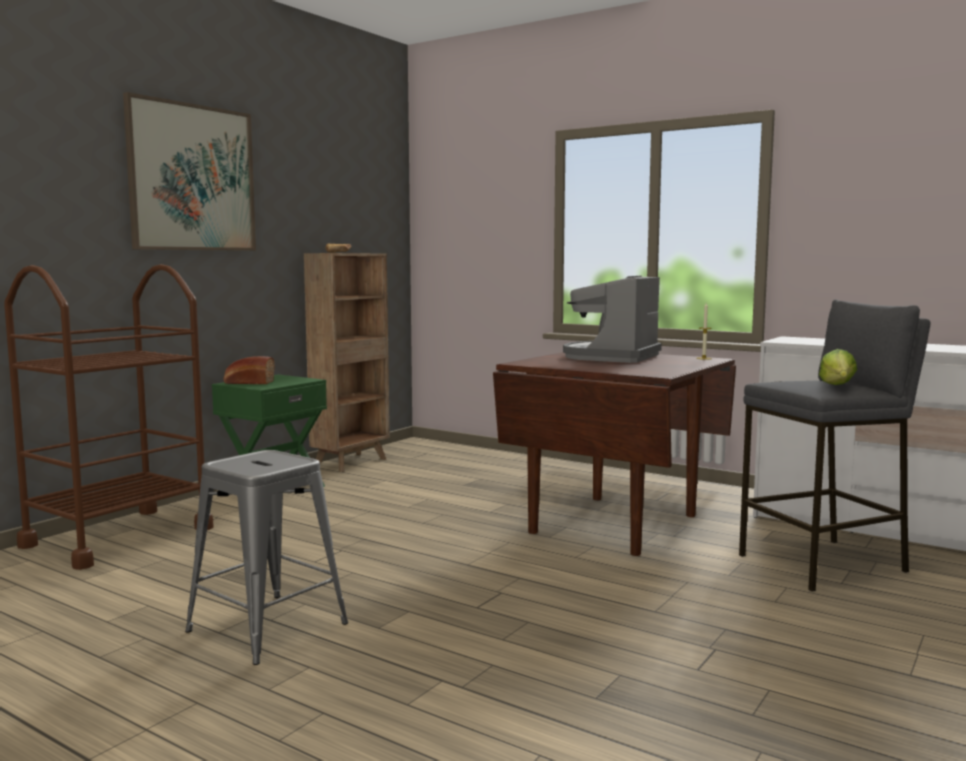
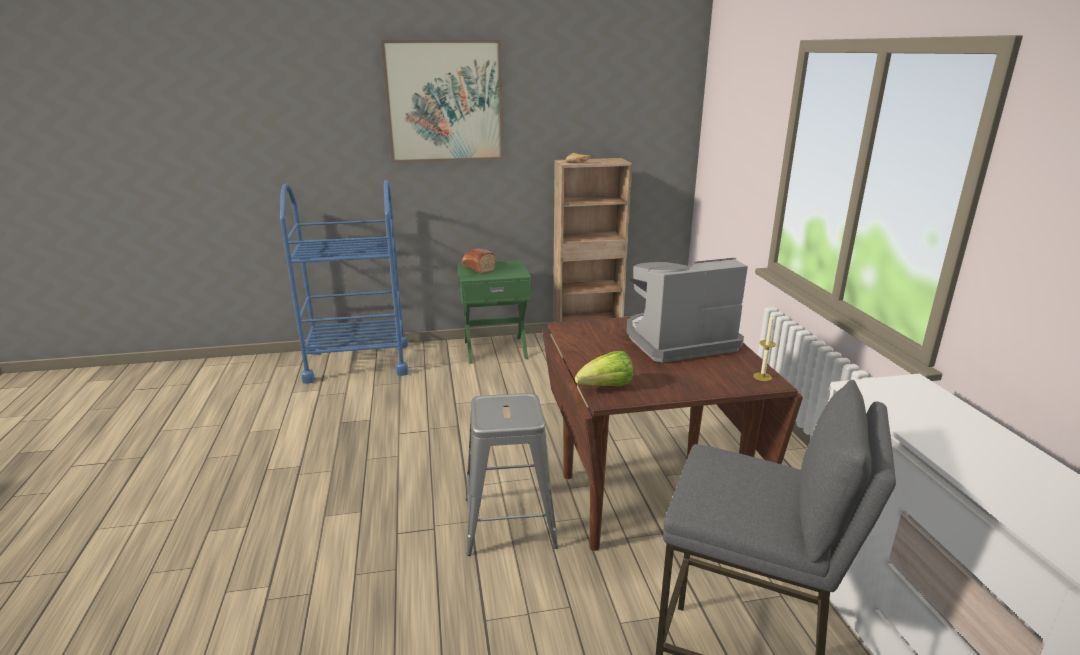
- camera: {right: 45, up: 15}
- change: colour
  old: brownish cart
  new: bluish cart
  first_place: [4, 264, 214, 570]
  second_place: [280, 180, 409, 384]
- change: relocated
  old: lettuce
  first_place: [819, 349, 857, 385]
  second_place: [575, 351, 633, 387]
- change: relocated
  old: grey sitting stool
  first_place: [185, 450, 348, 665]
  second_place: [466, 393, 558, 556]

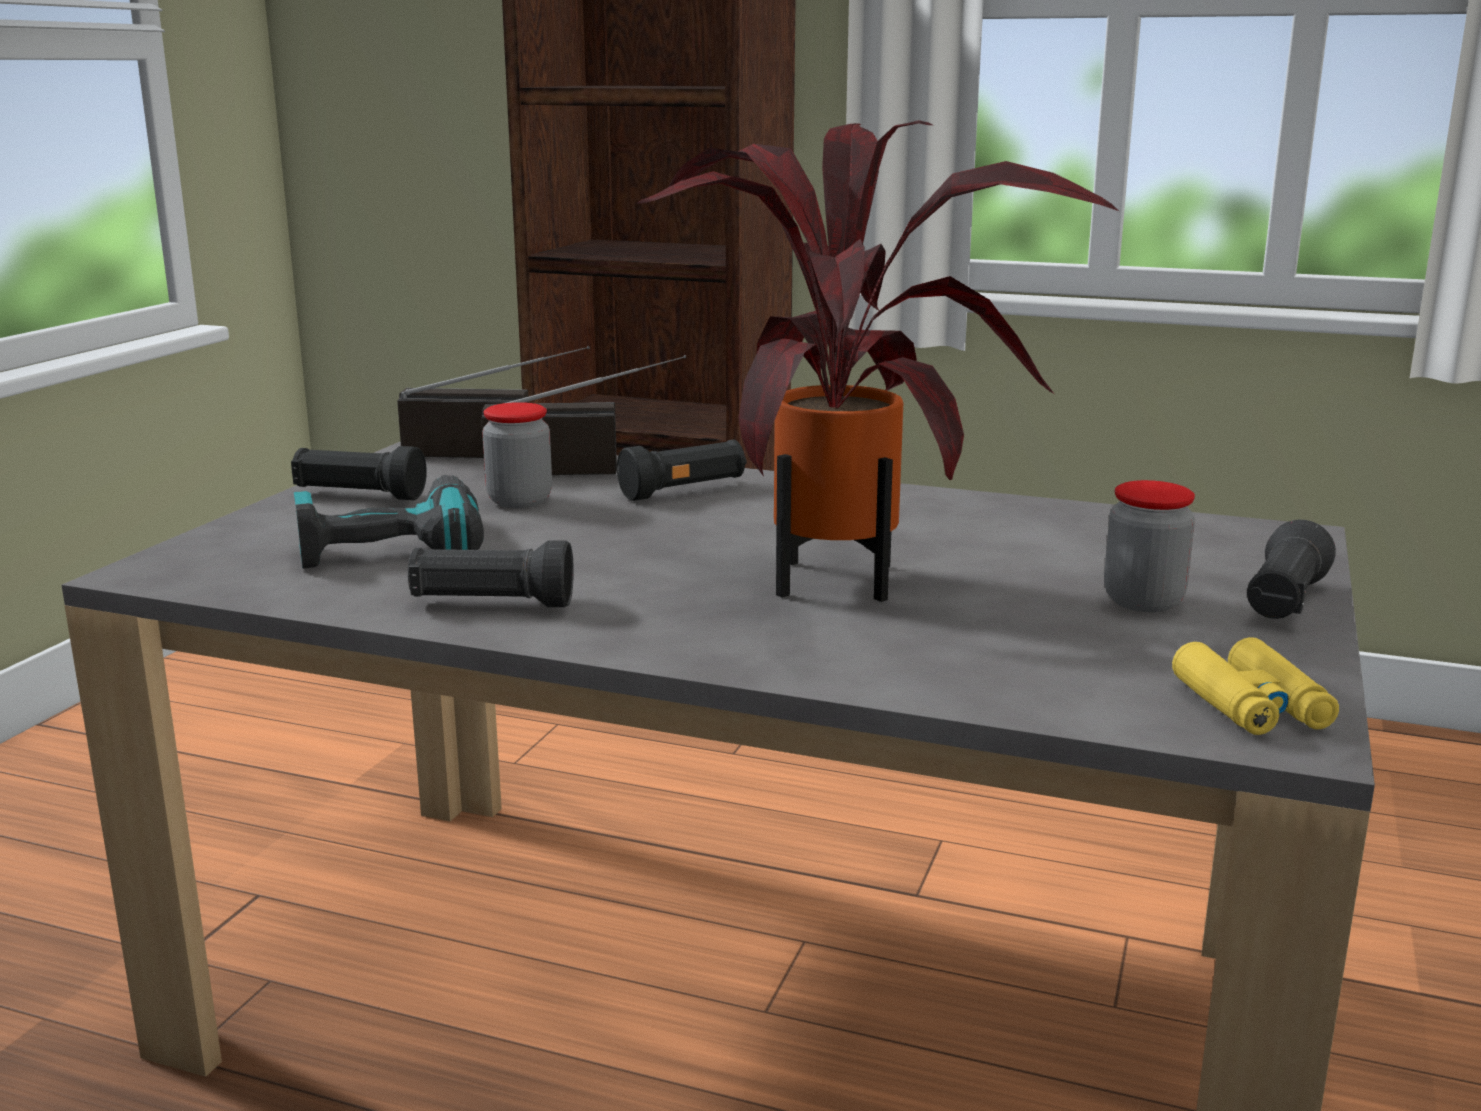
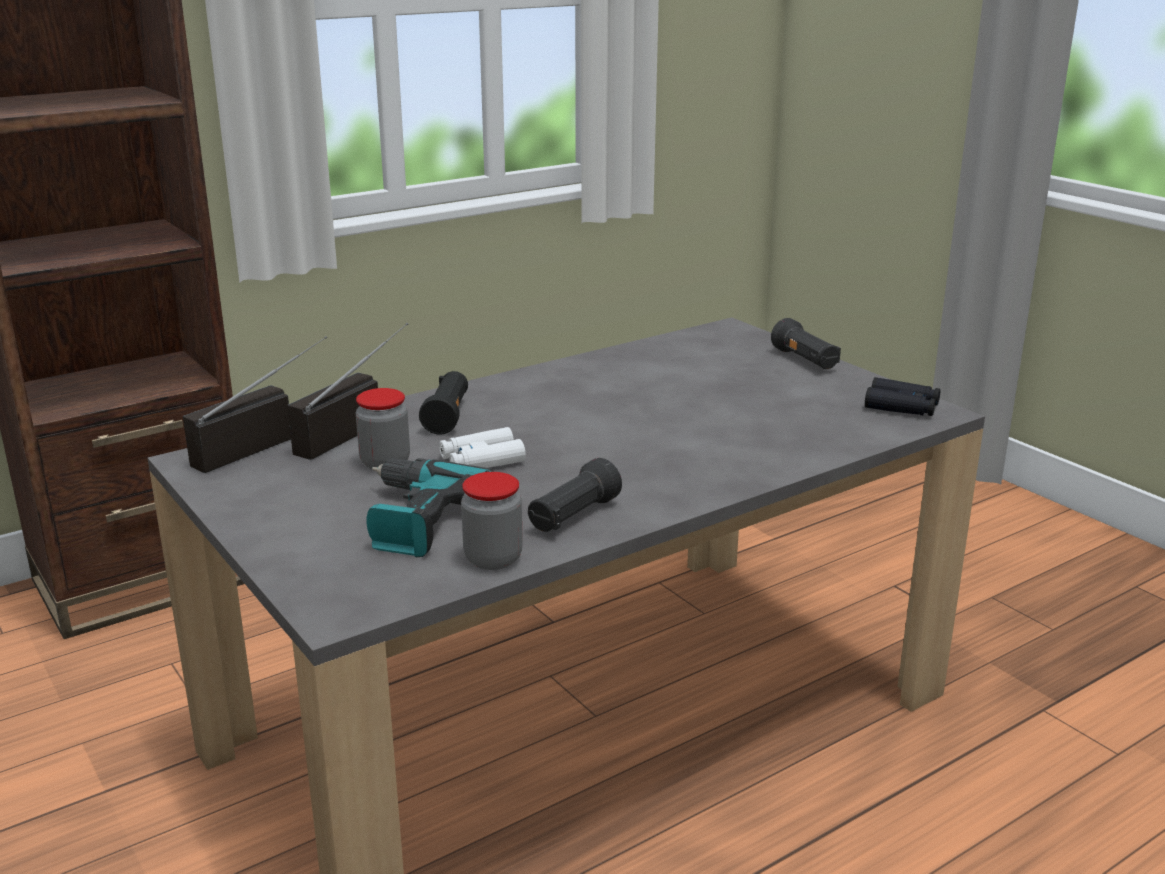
- camera: {right: -55, up: 5}
- change: missing
  old: potted plant
  first_place: [635, 120, 1119, 602]
- change: missing
  old: blackish hand torch
  first_place: [291, 446, 427, 500]
- change: relocated
  old: preserve jar
  first_place: [1104, 480, 1195, 612]
  second_place: [461, 472, 523, 570]
- change: colour
  old: yellow-coloured pair of binoculars
  new: blackish pair of binoculars
  first_place: [1172, 637, 1339, 735]
  second_place: [865, 377, 940, 416]
- change: appeared
  new: whitish pair of binoculars
  second_place: [439, 427, 526, 468]

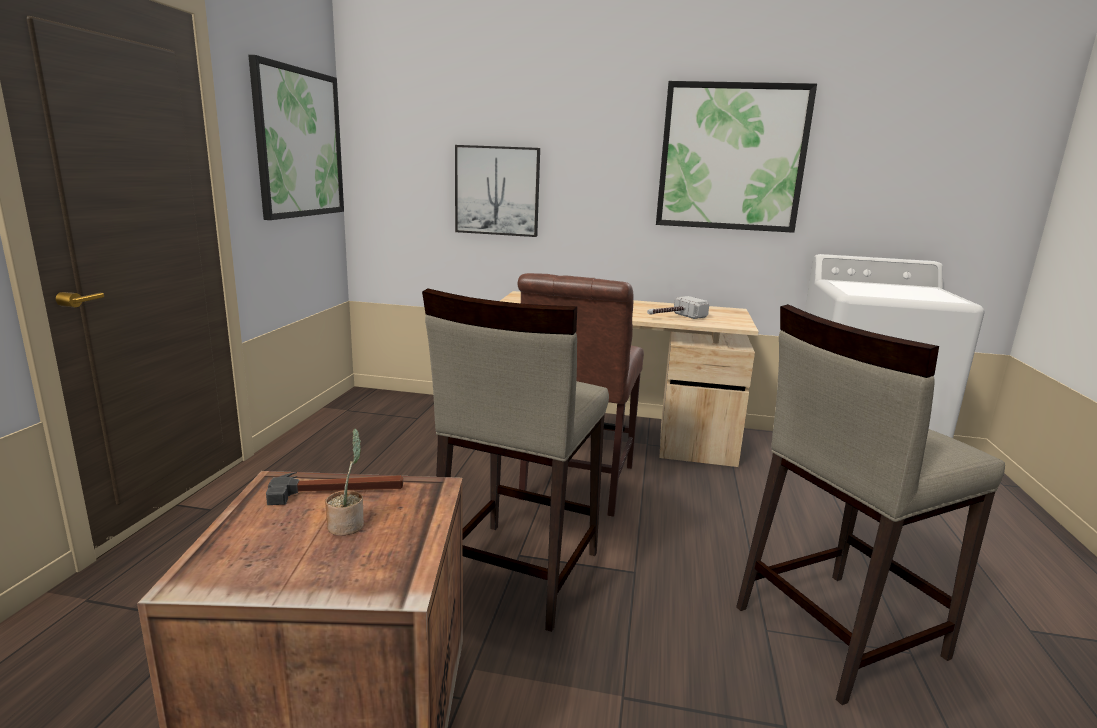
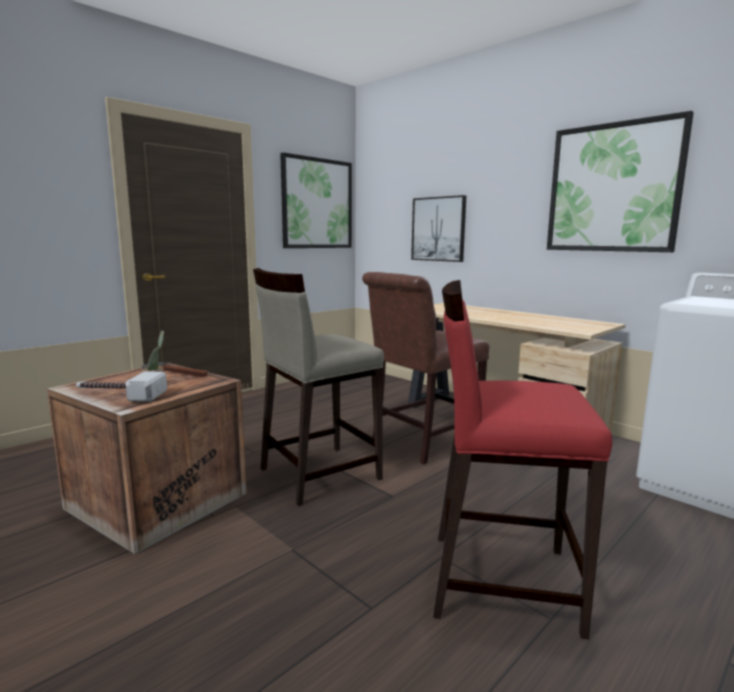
- camera: {right: 35, up: -5}
- change: relocated
  old: hammer
  first_place: [647, 296, 709, 319]
  second_place: [76, 371, 167, 402]
- change: colour
  old: beige-coloured sitting stool
  new: reddish sitting stool
  first_place: [736, 304, 1005, 705]
  second_place: [433, 280, 612, 640]

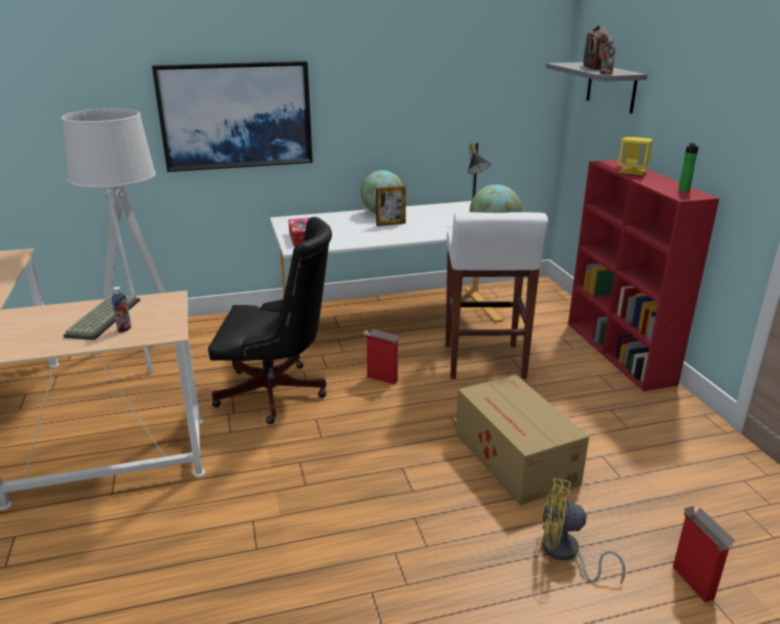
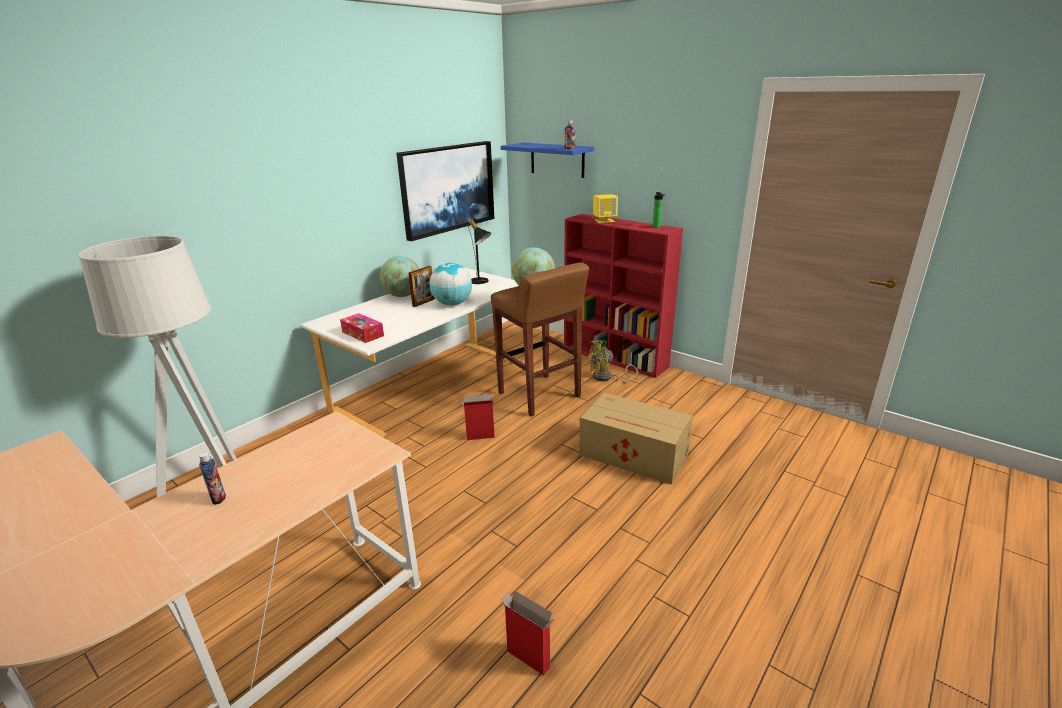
- camera: {right: -35, up: 0}
- change: missing
  old: radio set
  first_place: [583, 25, 611, 70]
- change: relocated
  old: wall picture
  first_place: [152, 61, 313, 172]
  second_place: [396, 141, 494, 241]
- change: colour
  old: grey shelf
  new: bluish shelf
  first_place: [546, 62, 647, 114]
  second_place: [501, 143, 594, 178]
- change: colour
  old: whitish sitting stool
  new: brownish sitting stool
  first_place: [445, 212, 548, 379]
  second_place: [491, 262, 589, 417]
- change: missing
  old: blackish desk chair
  first_place: [208, 217, 332, 424]
- change: relocated
  old: bottle
  first_place: [112, 287, 131, 333]
  second_place: [199, 452, 226, 505]
- change: missing
  old: computer keyboard
  first_place: [63, 294, 140, 340]
- change: relocated
  old: yellow-coloured electric fan
  first_place: [542, 478, 625, 585]
  second_place: [587, 340, 638, 383]
- change: relocated
  old: packing box
  first_place: [673, 506, 735, 602]
  second_place: [502, 590, 555, 676]
- change: appeared
  new: world globe
  second_place: [430, 263, 472, 305]

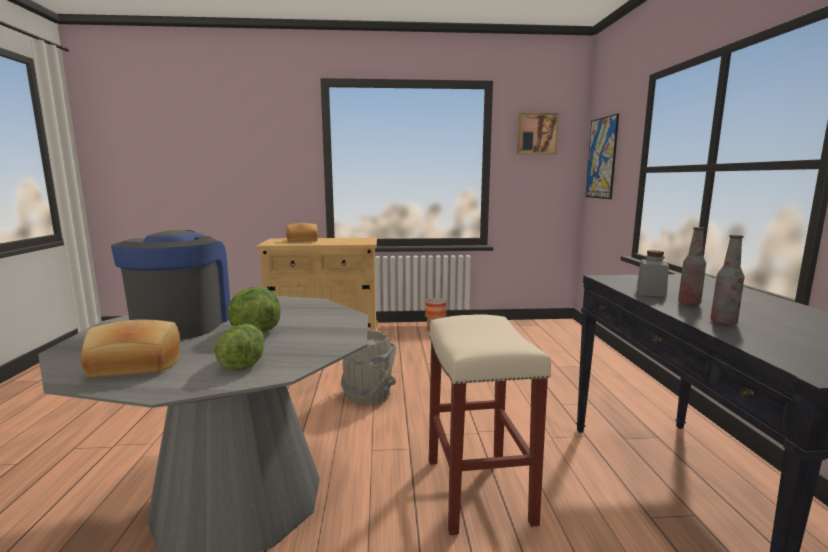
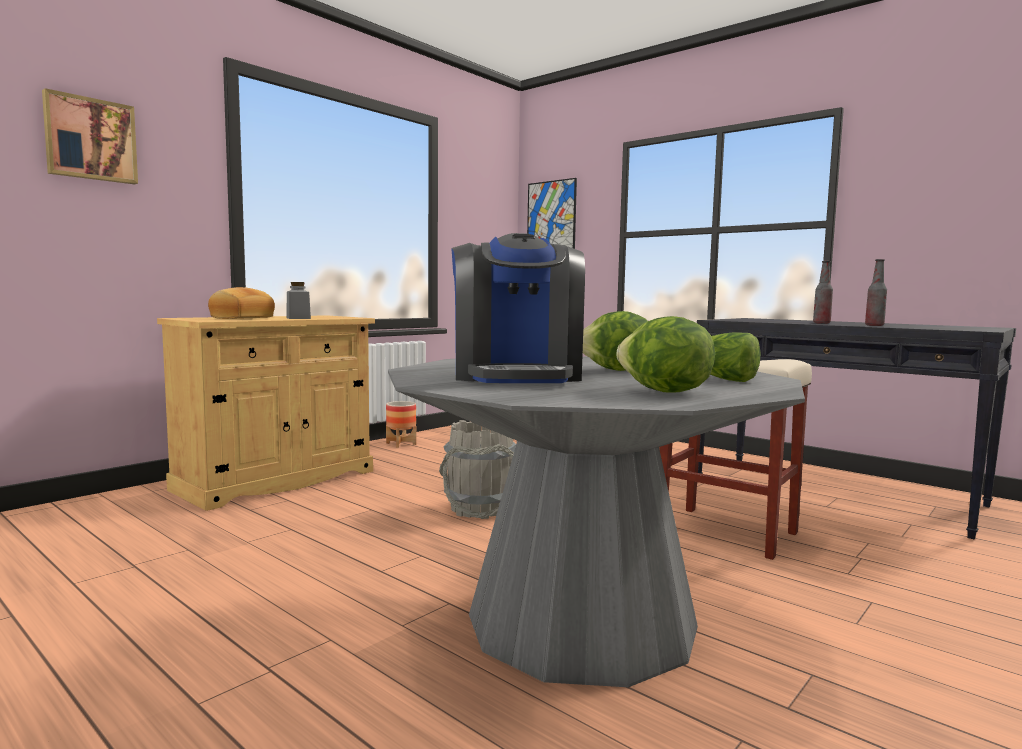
- camera: {right: -45, up: -5}
- change: relocated
  old: wall picture
  first_place: [517, 113, 559, 155]
  second_place: [42, 88, 138, 184]
- change: spun
  old: coffee machine
  first_place: [111, 230, 230, 340]
  second_place: [451, 233, 585, 383]
  degrees: -135
- change: relocated
  old: grey preserve jar
  first_place: [637, 250, 669, 297]
  second_place: [286, 282, 311, 319]
- change: exchanged
  old: baked bread
  new: lettuce
  first_place: [81, 319, 180, 378]
  second_place: [617, 316, 715, 393]

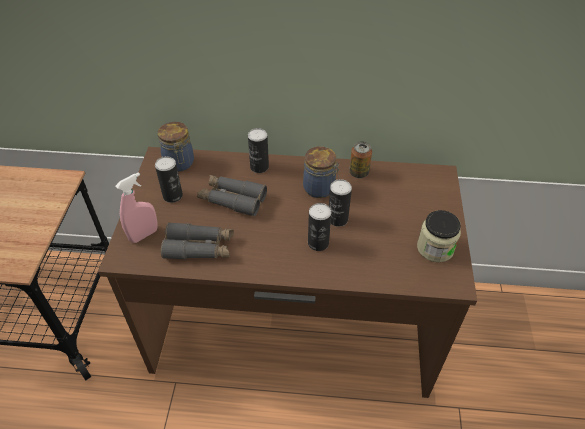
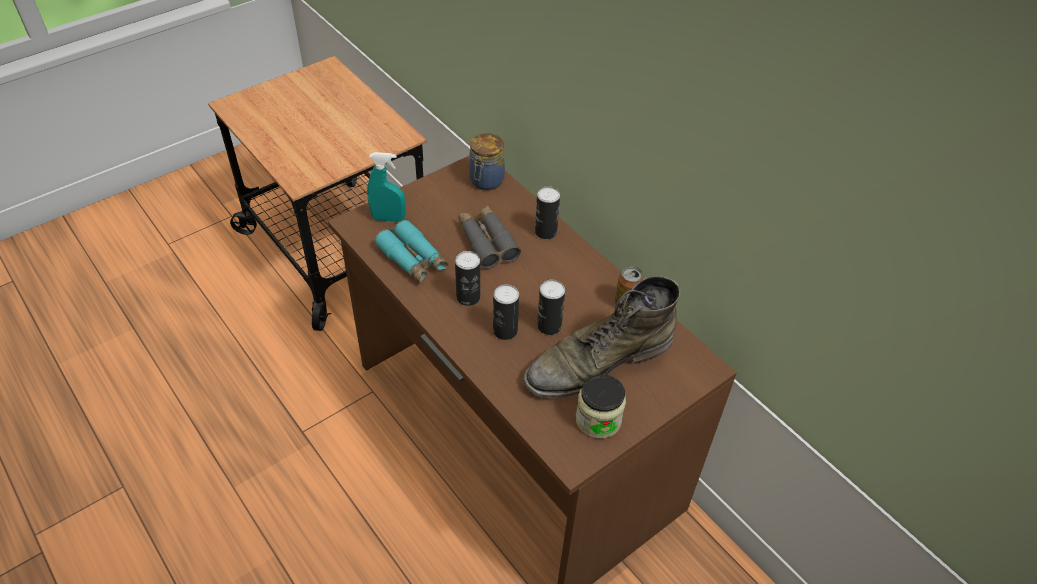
- camera: {right: 45, up: 0}
- change: missing
  old: preserve jar
  first_place: [303, 146, 339, 198]
- change: relocated
  old: sealed can
  first_place: [155, 156, 183, 203]
  second_place: [455, 251, 480, 306]
- change: colour
  old: pinkish sprayer
  new: turquoise-coloured sprayer
  first_place: [115, 172, 158, 243]
  second_place: [367, 152, 406, 222]
- change: colour
  old: grey pair of binoculars
  new: turquoise-coloured pair of binoculars
  first_place: [161, 222, 234, 260]
  second_place: [374, 220, 449, 283]
- change: appeared
  new: greenish tall boot
  second_place: [523, 276, 680, 398]

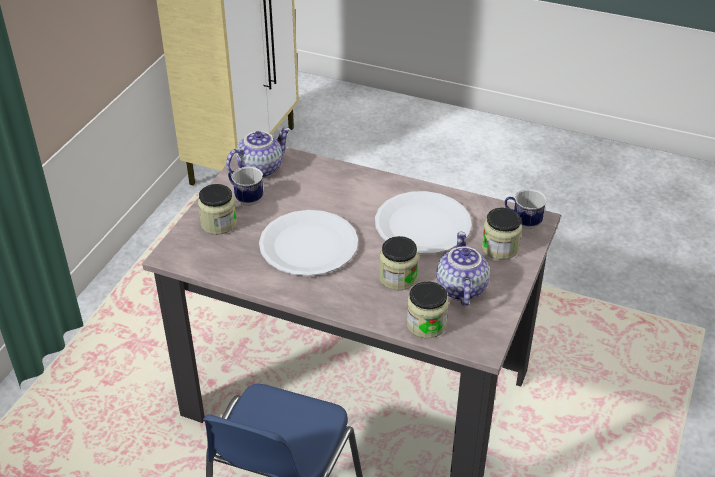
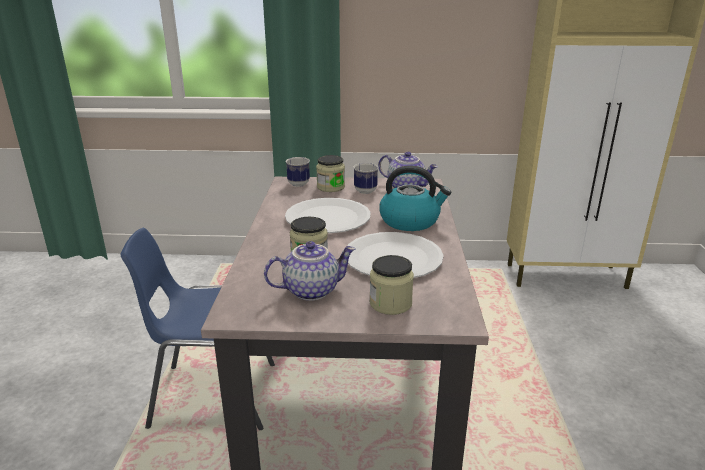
- camera: {right: 70, up: -15}
- change: relocated
  old: mug
  first_place: [505, 189, 547, 229]
  second_place: [286, 157, 310, 187]
- change: missing
  old: preserve jar
  first_place: [406, 282, 449, 338]
- change: appeared
  new: tea kettle
  second_place: [379, 165, 451, 231]

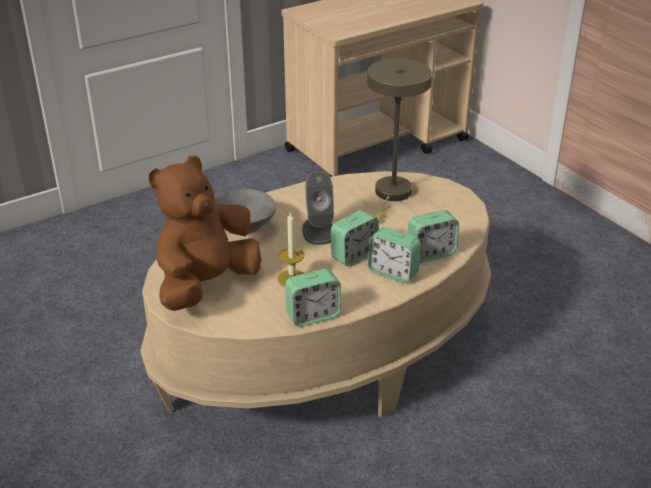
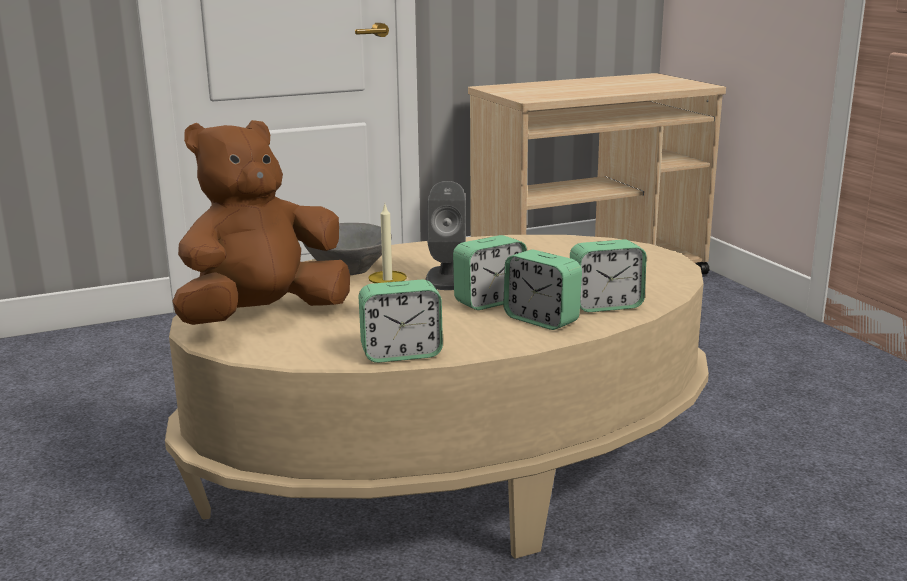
- camera: {right: 10, up: -15}
- change: missing
  old: beige-coloured lamp for a table
  first_place: [367, 59, 432, 220]

